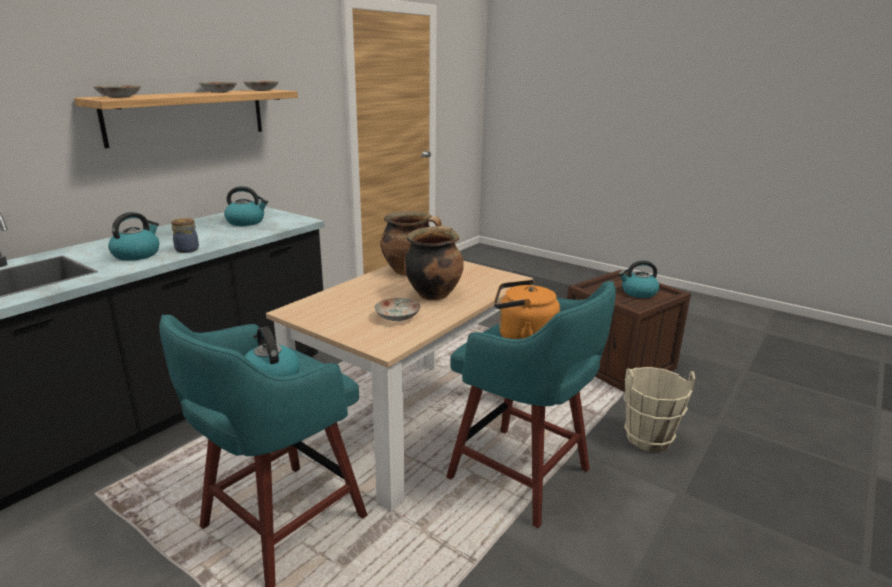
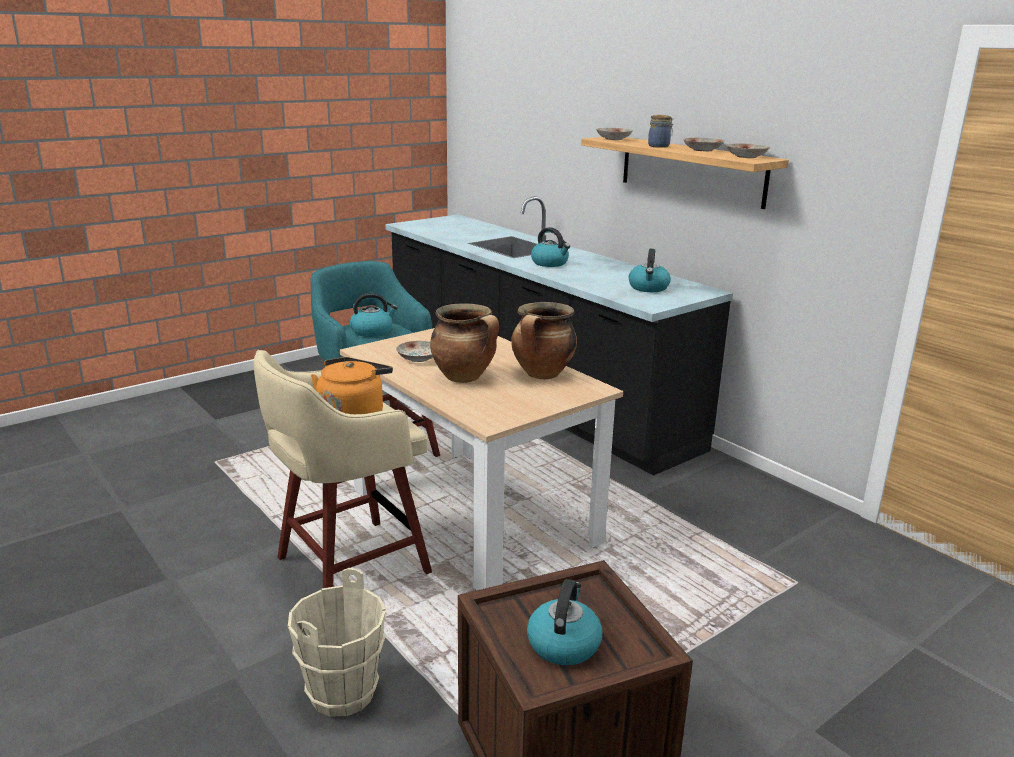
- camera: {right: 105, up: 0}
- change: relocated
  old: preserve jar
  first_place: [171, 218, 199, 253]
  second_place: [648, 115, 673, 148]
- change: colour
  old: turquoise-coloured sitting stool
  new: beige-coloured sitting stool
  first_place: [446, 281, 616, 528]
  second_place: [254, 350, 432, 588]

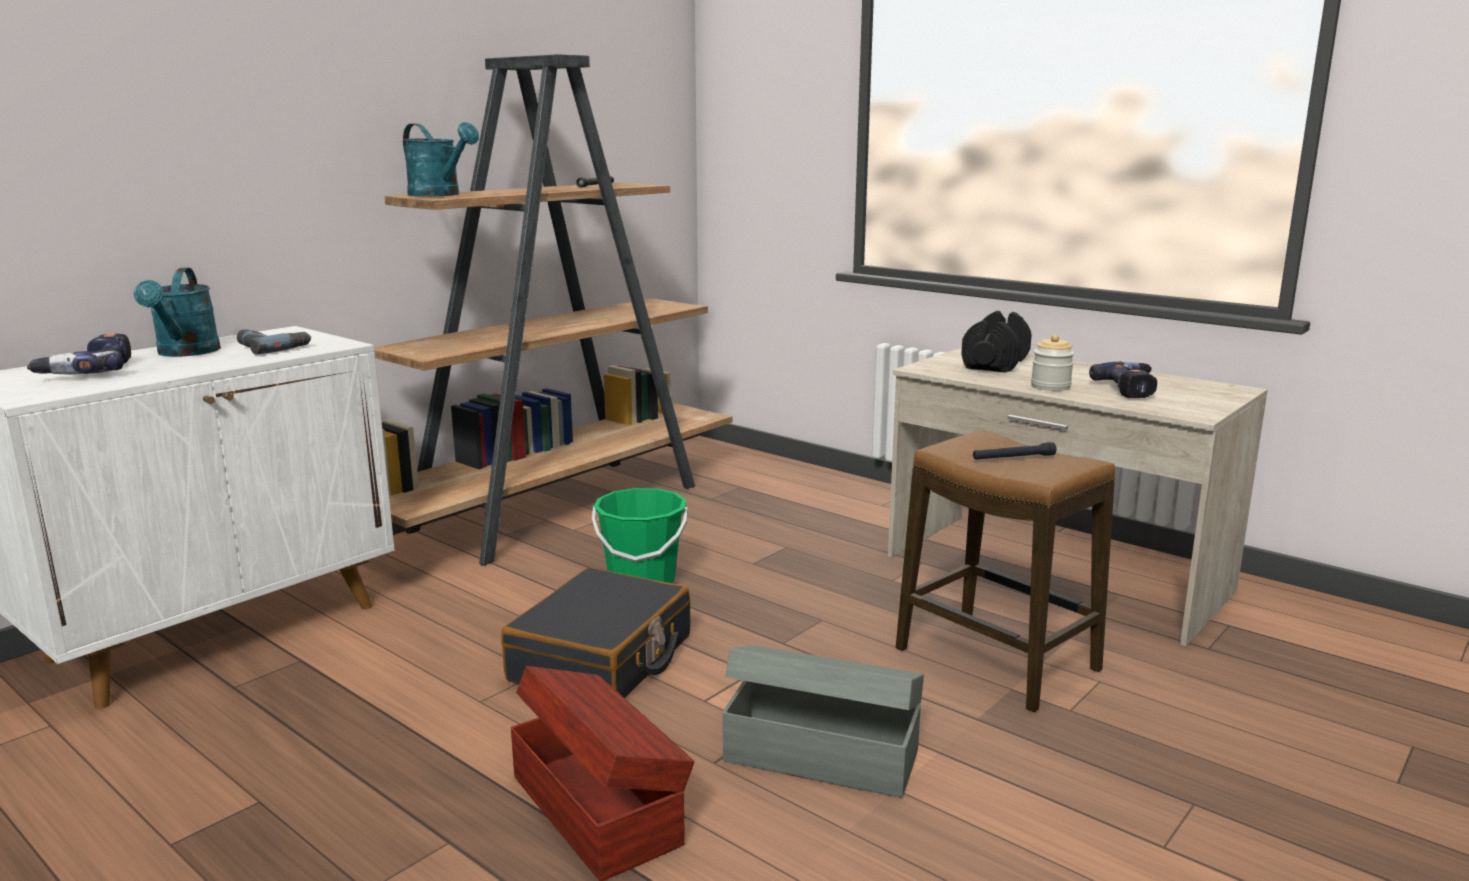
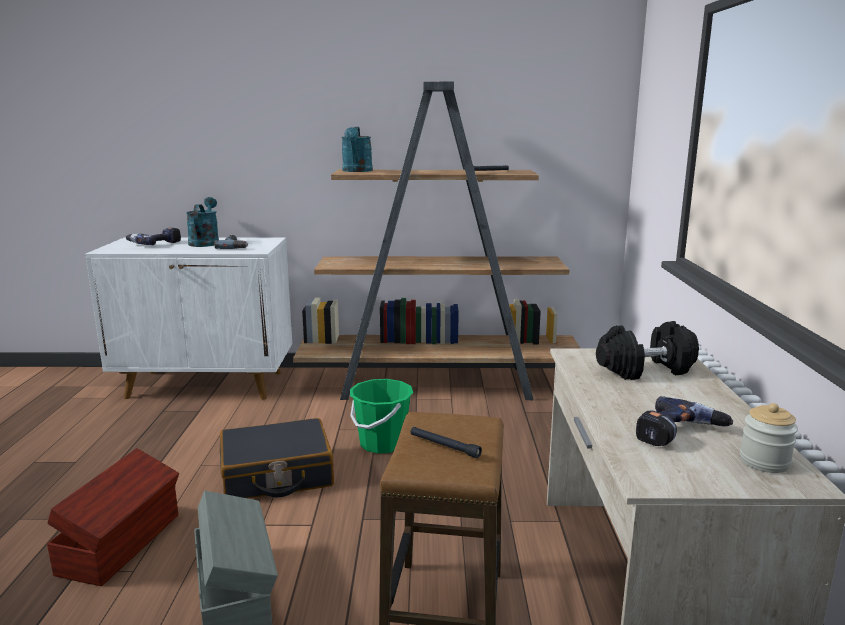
- camera: {right: 50, up: 0}
- change: spun
  old: turquoise-coloured watering pot
  first_place: [134, 268, 221, 357]
  second_place: [186, 197, 219, 247]
  degrees: 135
- change: relocated
  old: preserve jar
  first_place: [1031, 334, 1074, 391]
  second_place: [740, 403, 798, 473]

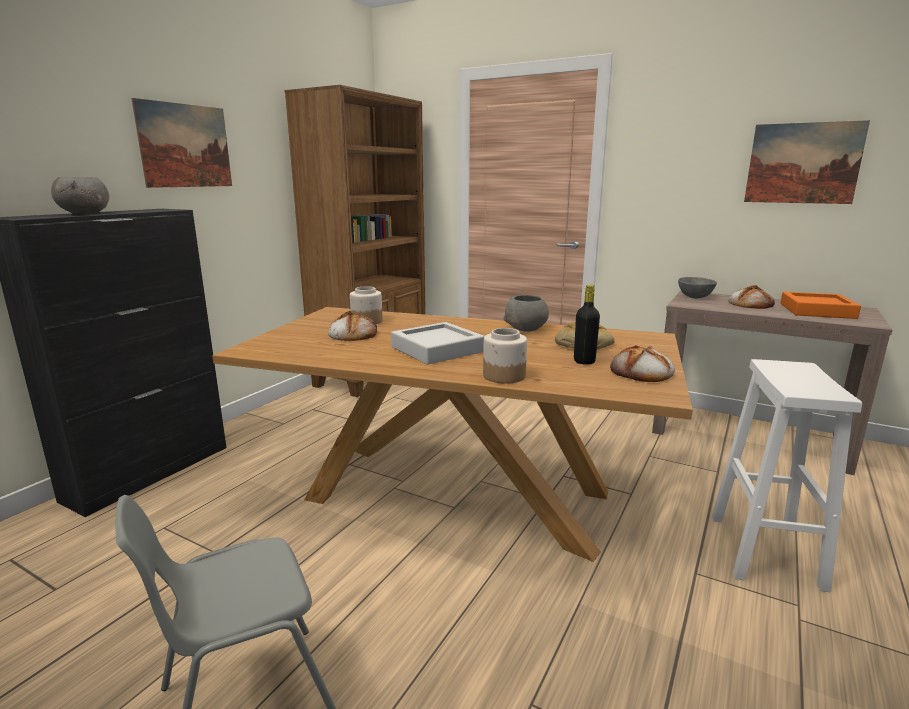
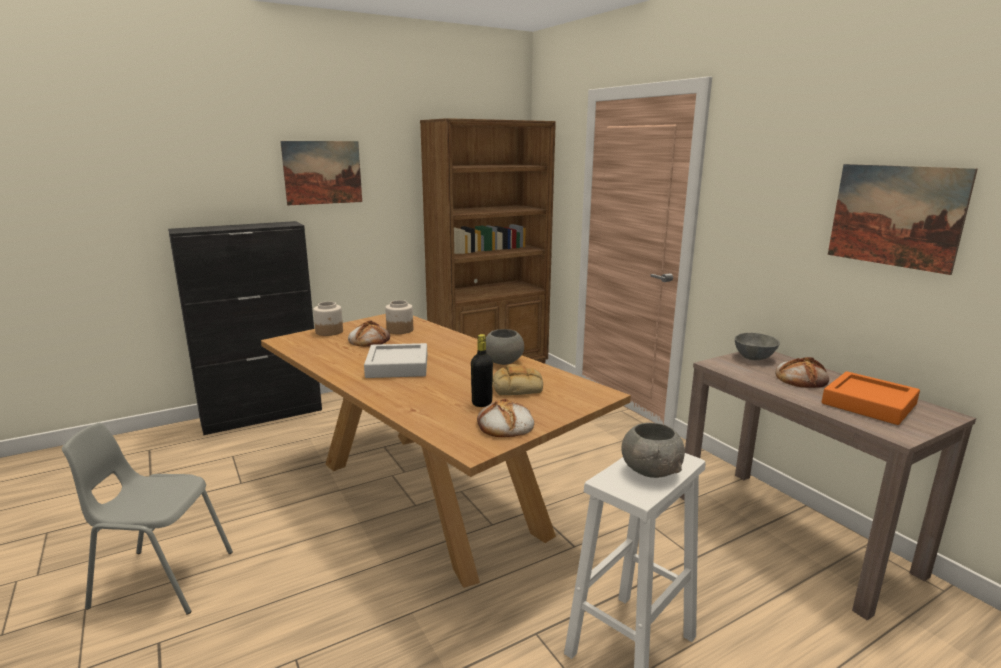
- camera: {right: 30, up: 0}
- change: relocated
  old: grey deep dish
  first_place: [51, 177, 109, 214]
  second_place: [621, 423, 685, 478]
- change: relocated
  old: preserve jar
  first_place: [483, 328, 527, 384]
  second_place: [313, 302, 343, 336]

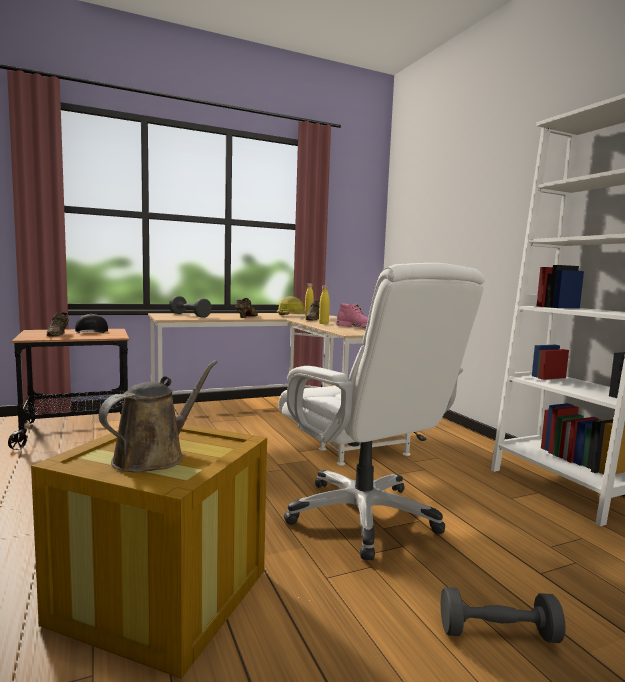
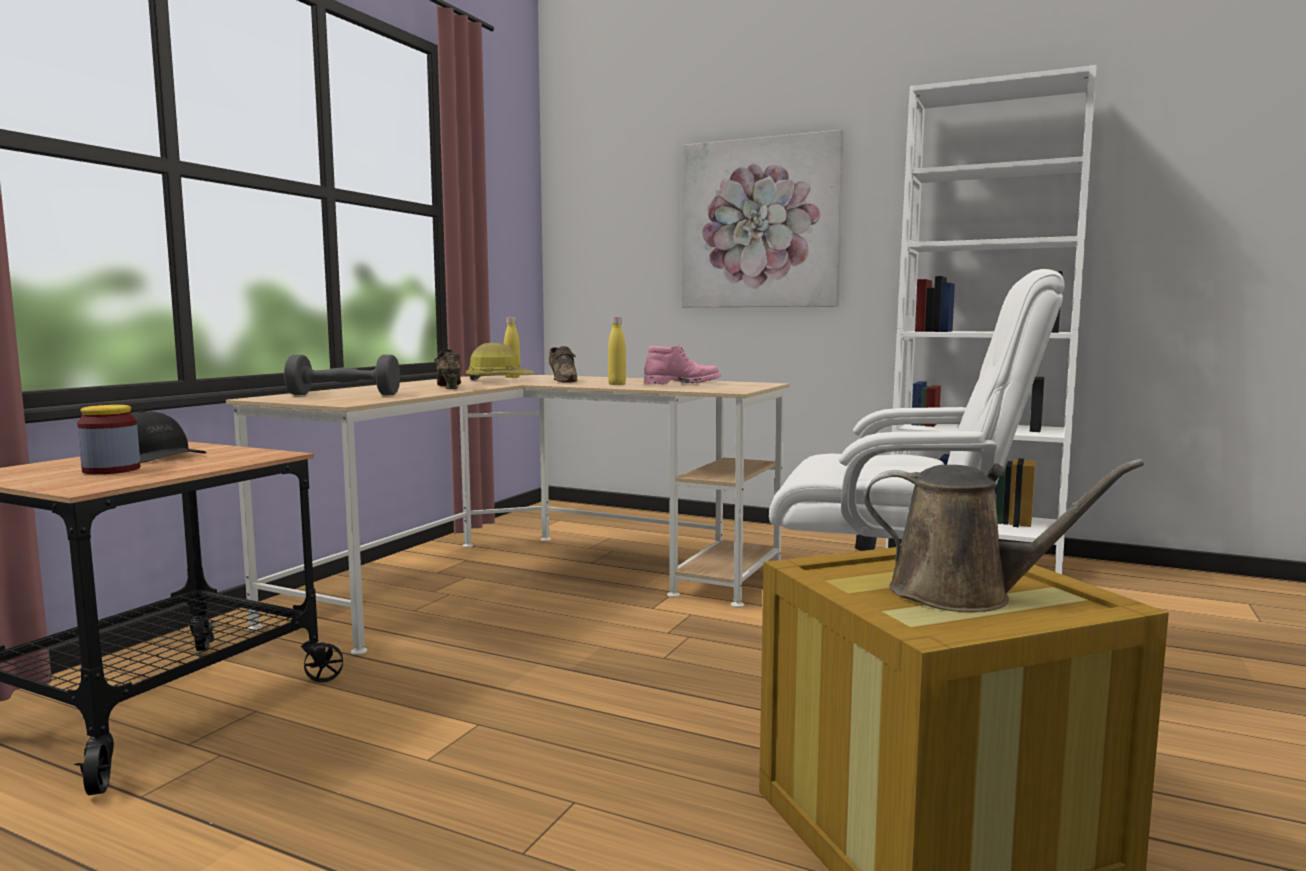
- camera: {right: -40, up: 0}
- change: exchanged
  old: brownish low shoe
  new: preserve jar
  first_place: [46, 312, 69, 336]
  second_place: [77, 405, 140, 474]
- change: spun
  old: brownish watering pot
  first_place: [99, 360, 217, 473]
  second_place: [864, 459, 1144, 612]
  degrees: 120
- change: missing
  old: grey free weight
  first_place: [441, 587, 566, 643]
- change: appeared
  new: wall picture
  second_place: [681, 130, 844, 307]

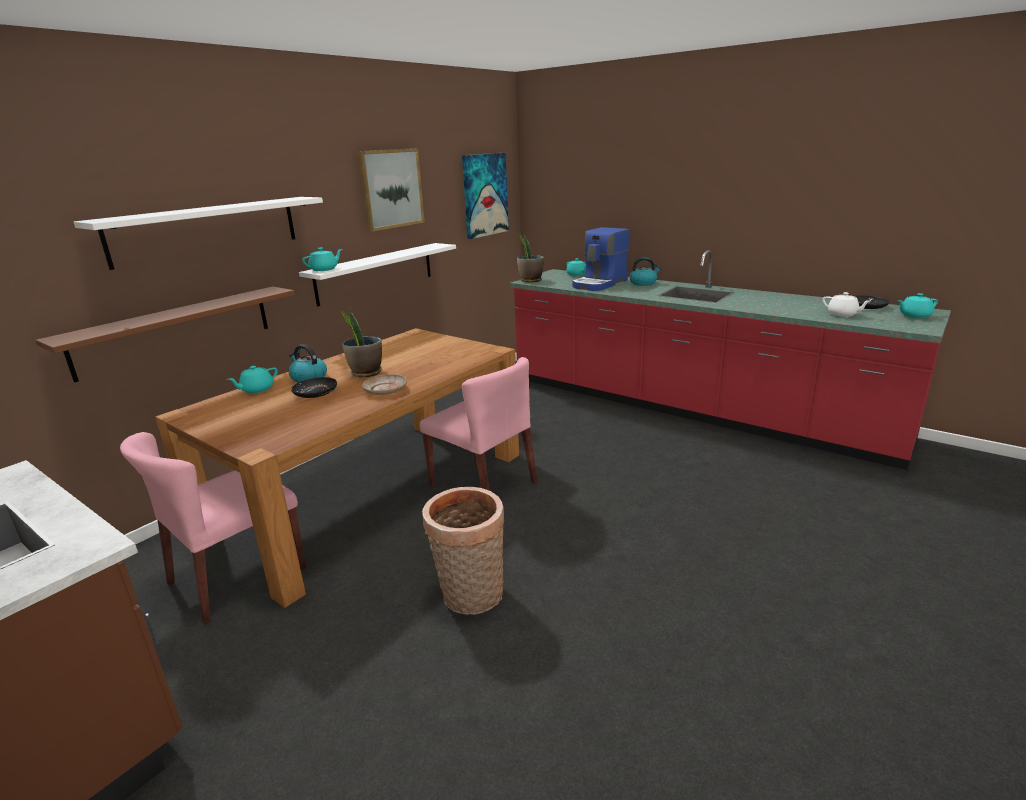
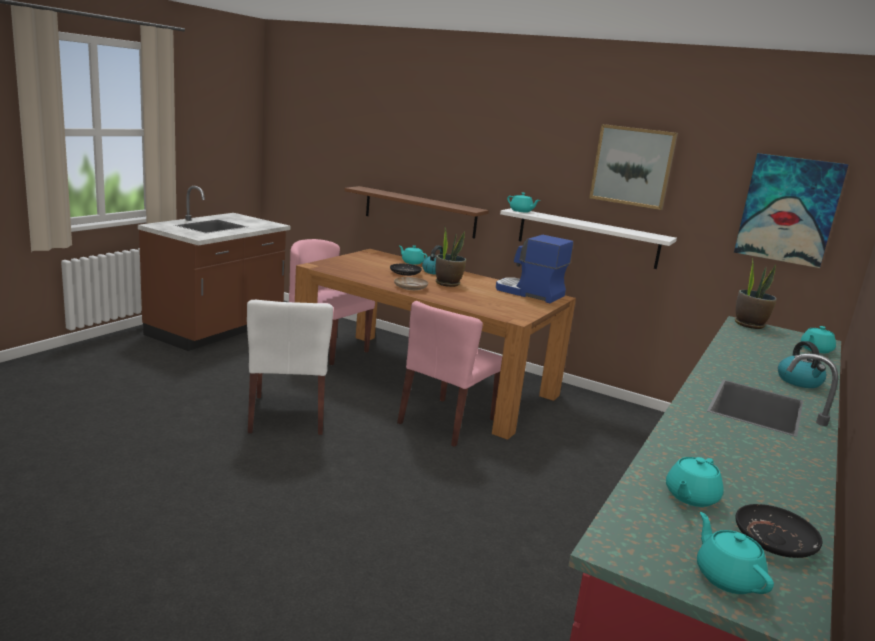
- camera: {right: 80, up: -5}
- change: missing
  old: whitish shelf
  first_place: [74, 197, 323, 270]
- change: relocated
  old: coffee machine
  first_place: [573, 227, 629, 291]
  second_place: [496, 235, 573, 303]
- change: colour
  old: whitish pot for tea
  new: turquoise-coloured pot for tea
  first_place: [822, 292, 870, 317]
  second_place: [666, 457, 724, 507]
- change: exchanged
  old: household basket
  new: whitish upright chair
  first_place: [422, 487, 504, 615]
  second_place: [247, 300, 333, 435]

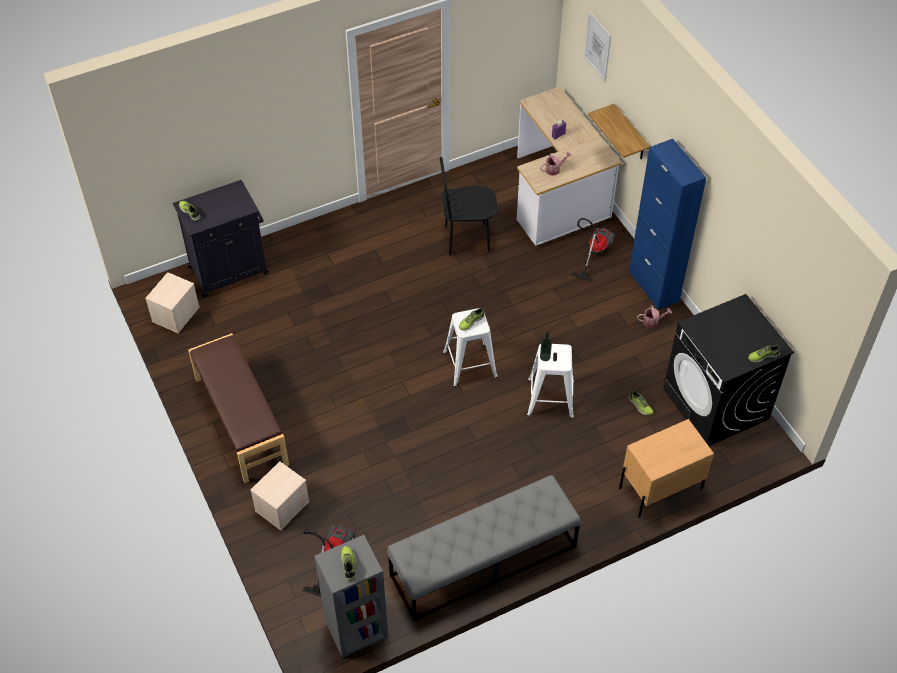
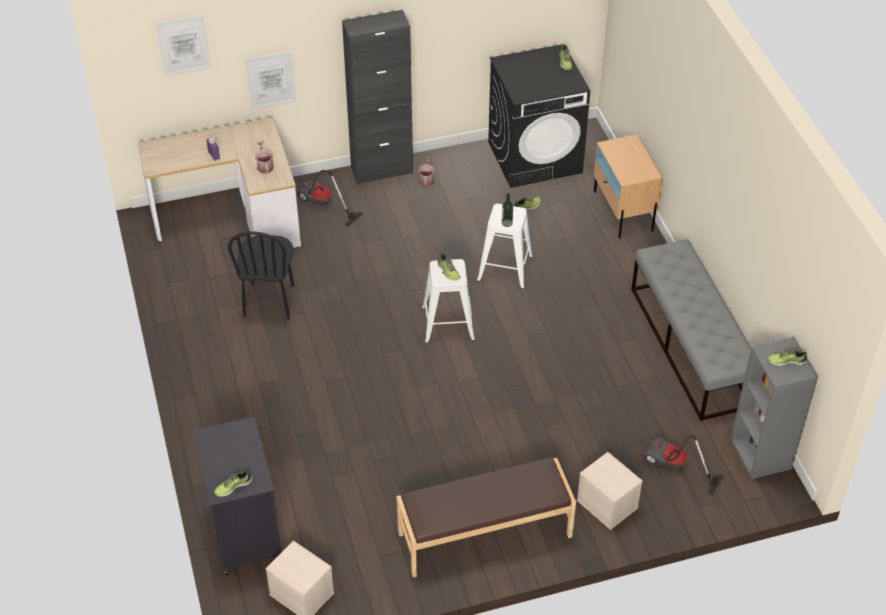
- camera: {right: -80, up: -5}
- change: exchanged
  old: shelf
  new: wall picture
  first_place: [588, 104, 650, 160]
  second_place: [246, 51, 296, 110]
- change: colour
  old: bluish cabinet
  new: blackish cabinet
  first_place: [629, 139, 706, 310]
  second_place: [342, 10, 413, 185]

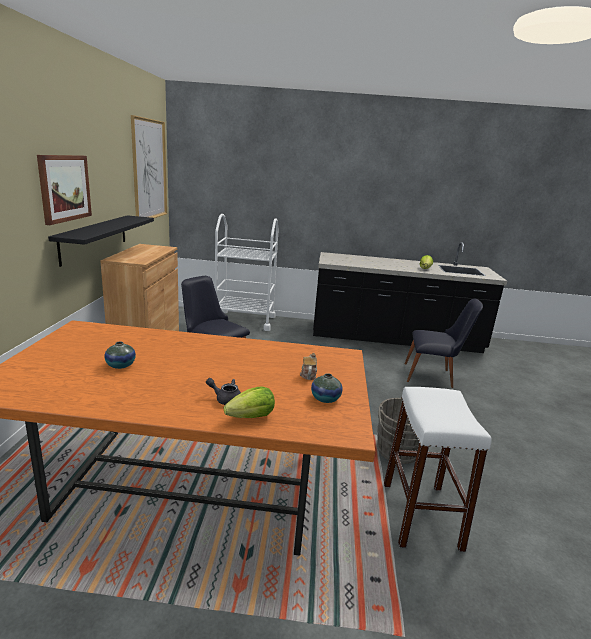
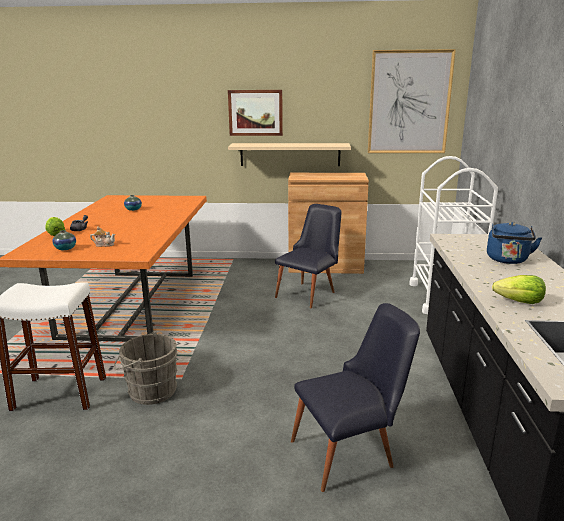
- camera: {right: 90, up: 0}
- change: colour
  old: blackish shelf
  new: beige-coloured shelf
  first_place: [48, 215, 154, 267]
  second_place: [228, 143, 351, 166]
- change: spun
  old: blackish upright chair
  first_place: [405, 298, 483, 388]
  second_place: [291, 303, 420, 492]
  degrees: -120
- change: appeared
  new: bluish tea kettle
  second_place: [487, 222, 542, 264]

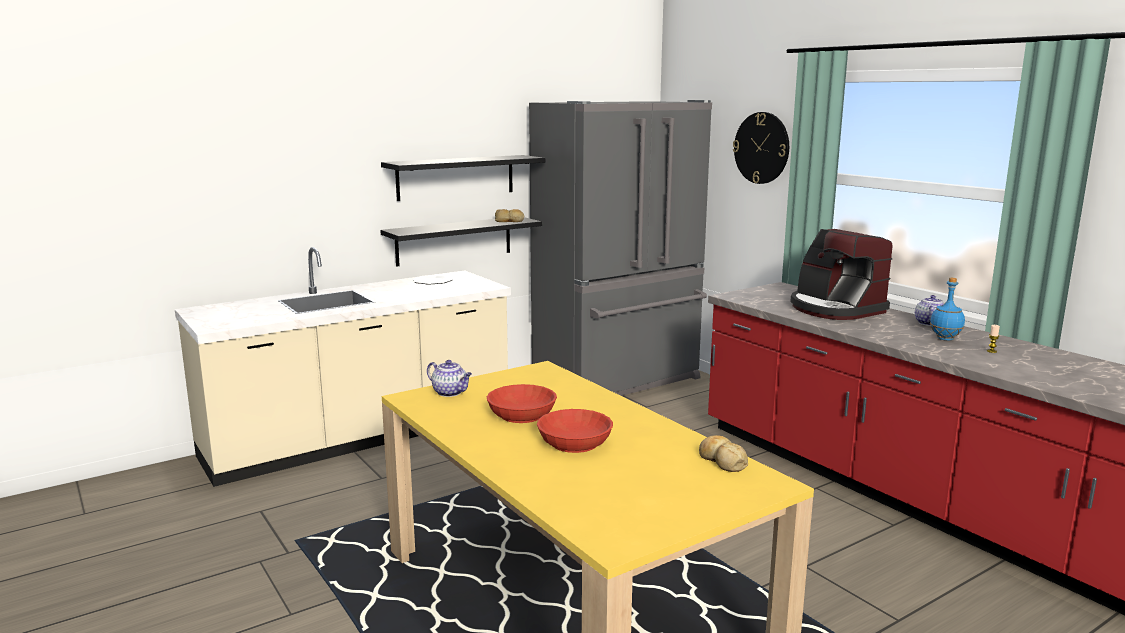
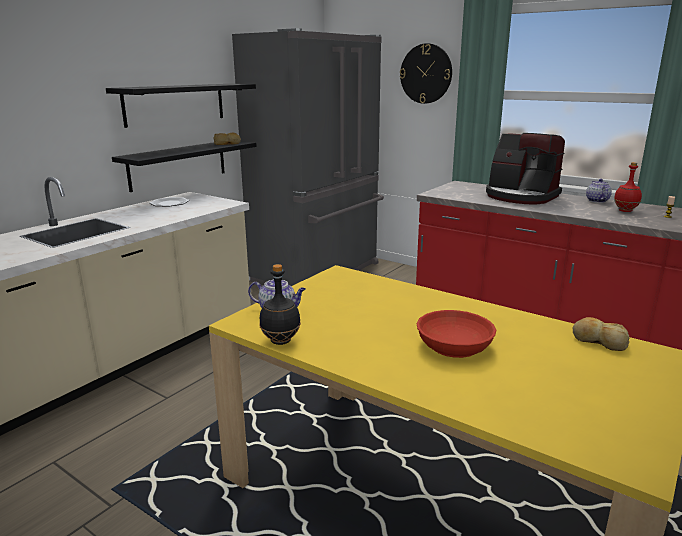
- camera: {right: -20, up: 5}
- change: colour
  old: bluish bottle
  new: reddish bottle
  first_place: [930, 278, 965, 341]
  second_place: [614, 162, 642, 212]
- change: missing
  old: reddish deep dish
  first_place: [487, 384, 557, 423]
- change: appeared
  new: blackish bottle
  second_place: [259, 264, 301, 345]

